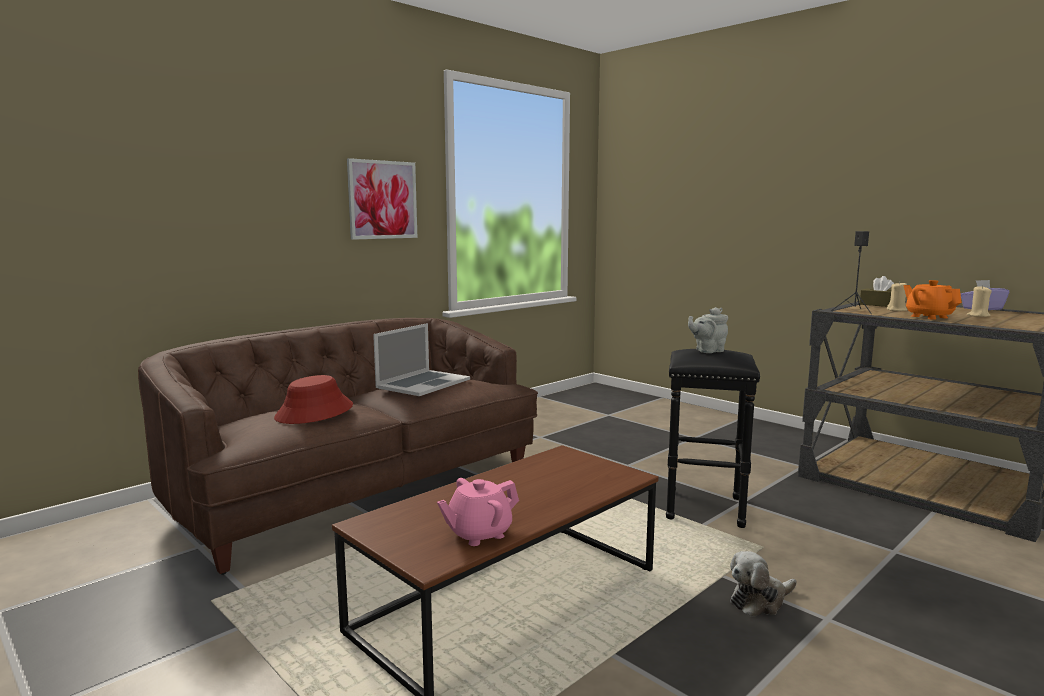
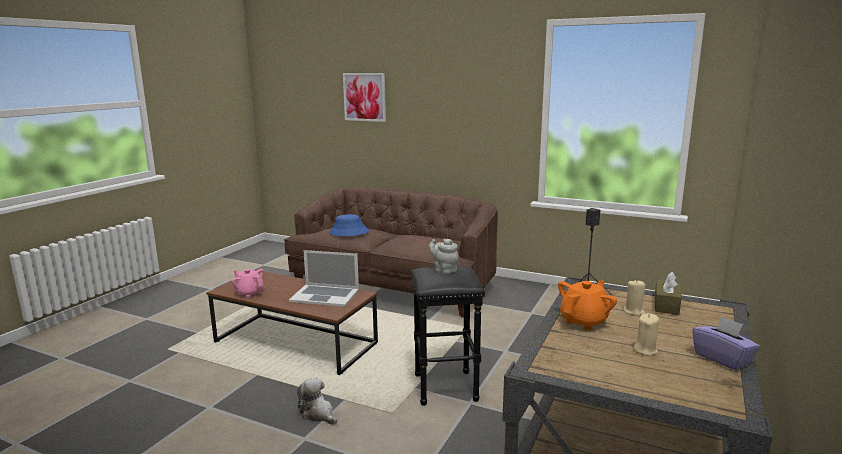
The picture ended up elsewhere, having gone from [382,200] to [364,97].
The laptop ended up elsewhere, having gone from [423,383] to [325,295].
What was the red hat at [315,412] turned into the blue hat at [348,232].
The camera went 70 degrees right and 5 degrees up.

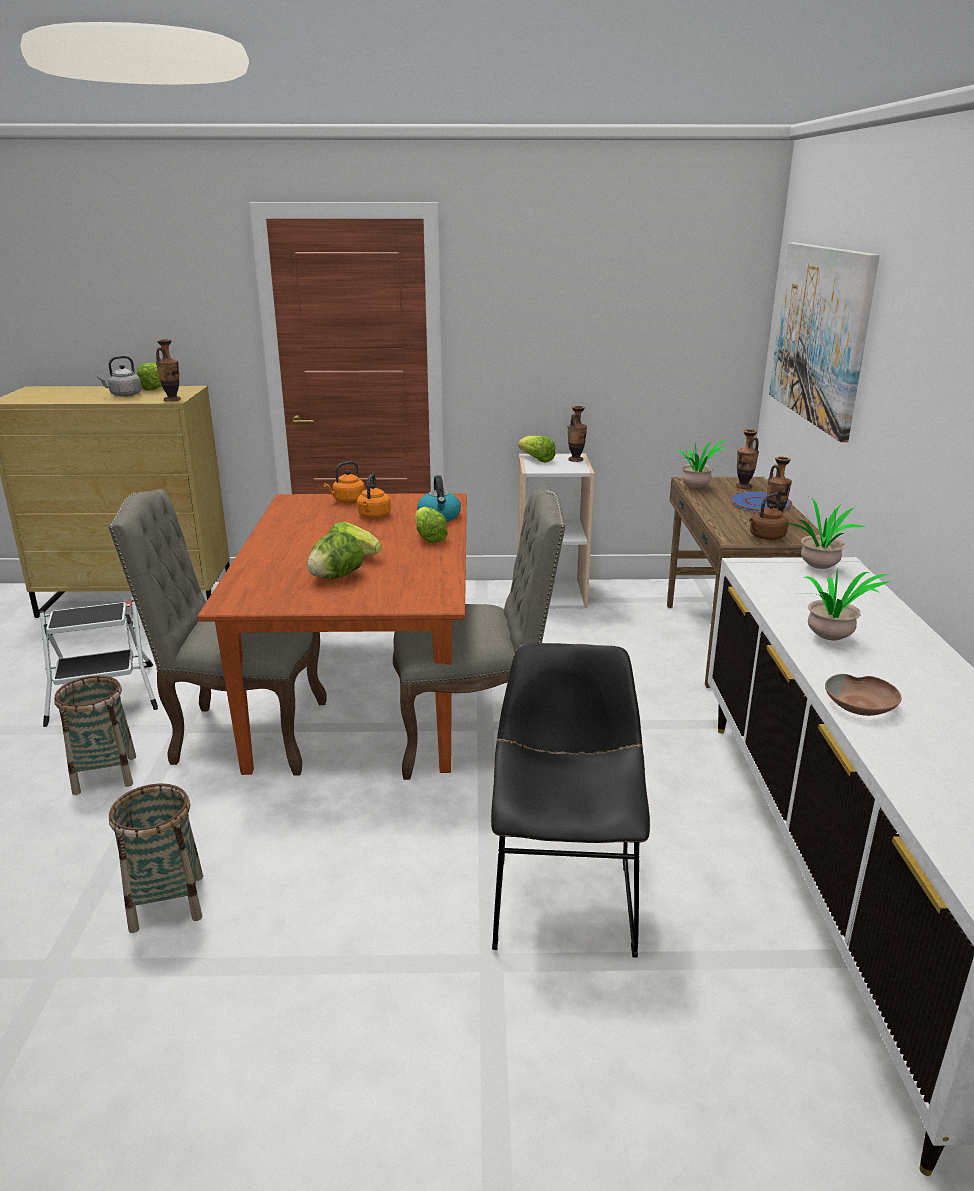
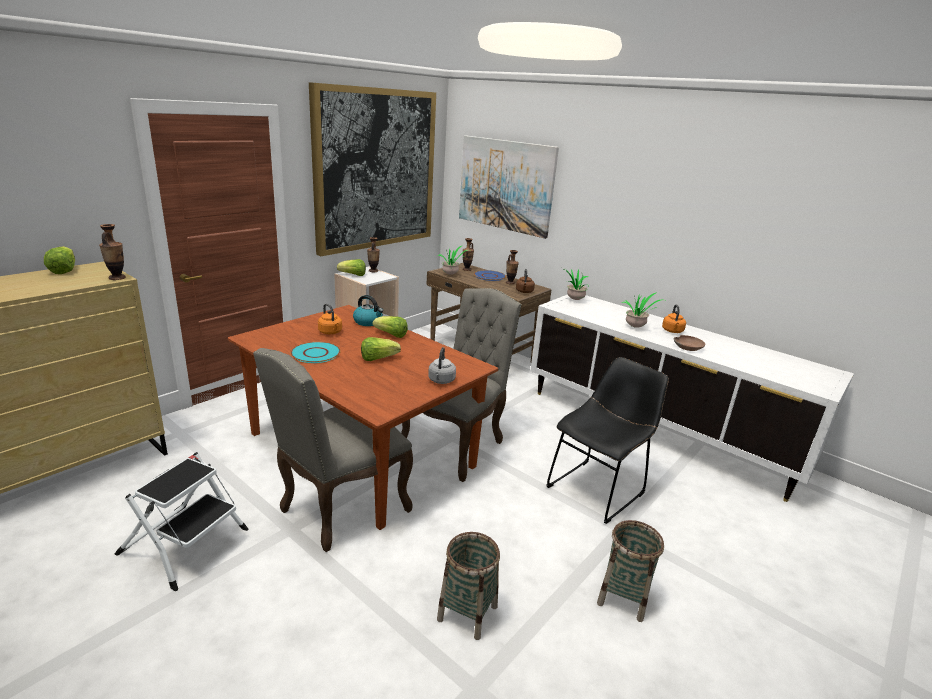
The second view lost the lettuce at [336,577].
The second view gained the turquoise plate at [315,353].
The second view gained the picture at [375,170].
The basket ended up elsewhere, having gone from [105,774] to [623,597].
The grey kettle ended up elsewhere, having gone from [124,395] to [441,381].
The orange kettle ended up elsewhere, having gone from [347,500] to [672,331].
The black chair at [563,895] ended up facing another way, 90 degrees clockwise from before.
The camera went 50 degrees left and 0 degrees up.

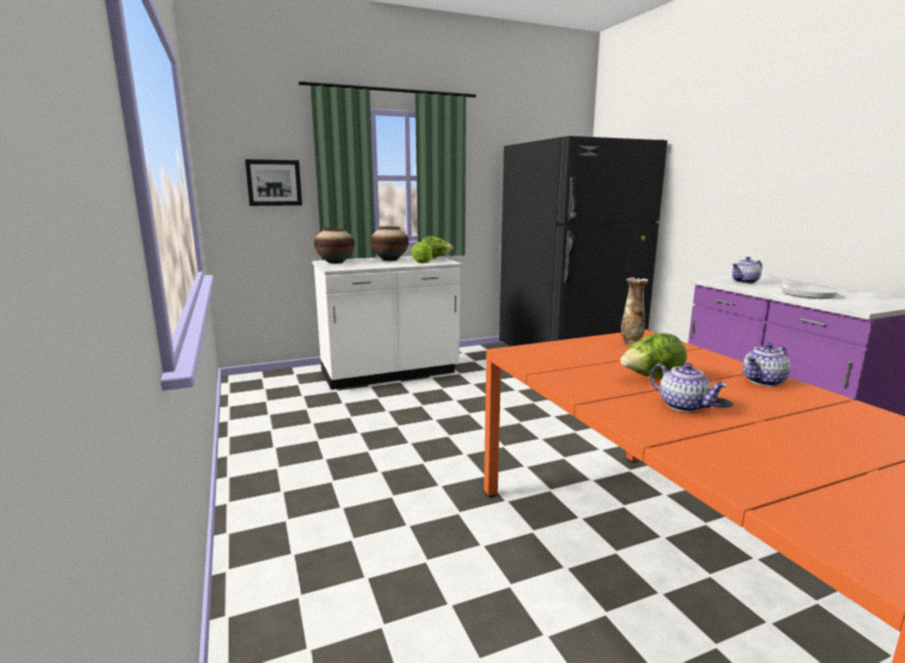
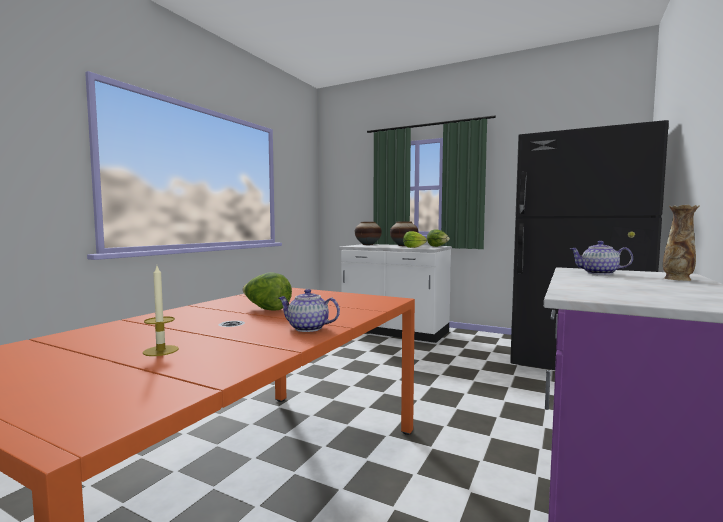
The second view lost the picture at [274,183].
The second view lost the teapot at [684,406].
The second view lost the frying pan at [804,293].
The second view gained the candle at [160,351].
The vase ended up elsewhere, having gone from [631,342] to [677,279].
The camera went 50 degrees right and 10 degrees down.

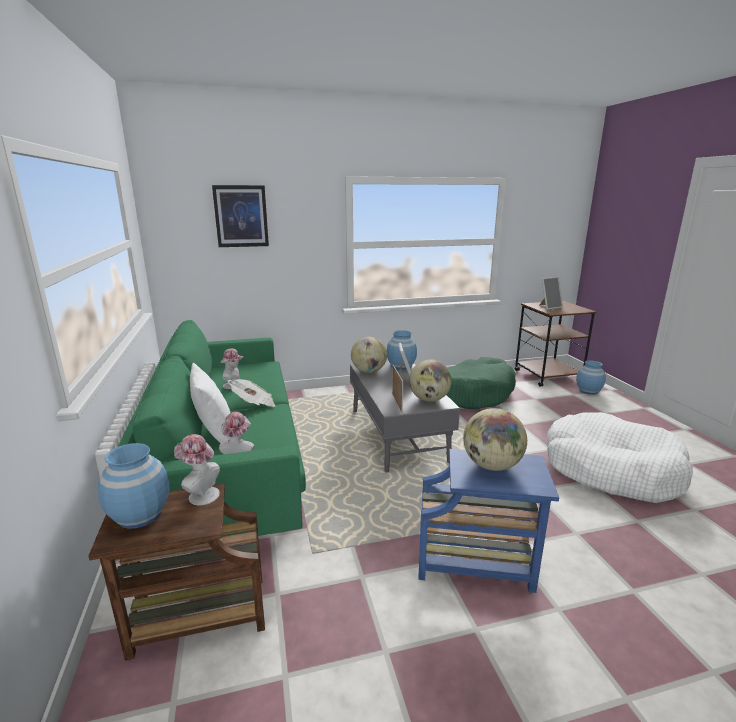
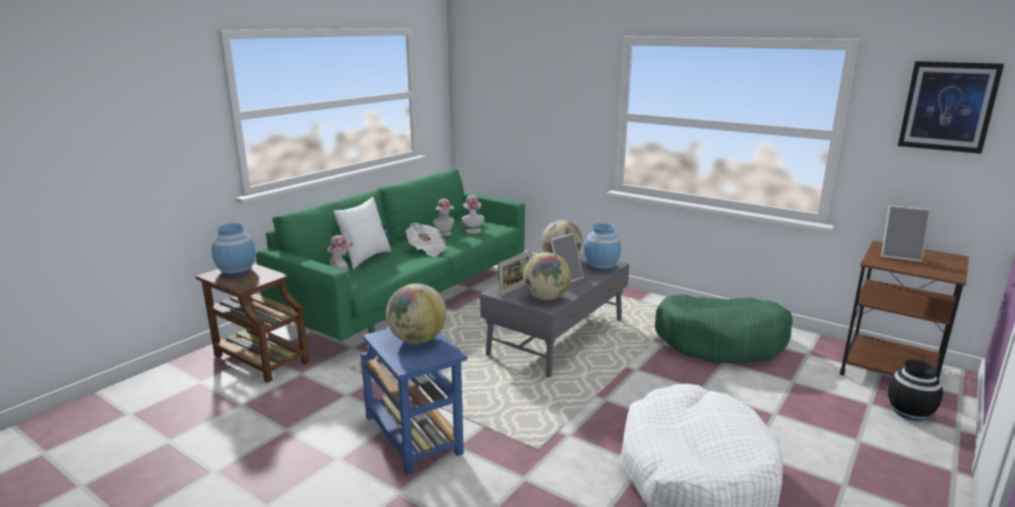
The hat ended up elsewhere, having gone from [200,495] to [472,230].
The picture ended up elsewhere, having gone from [241,216] to [948,106].
What was the blue vase at [588,391] turned into the black vase at [909,412].
The camera went 50 degrees right and 0 degrees up.

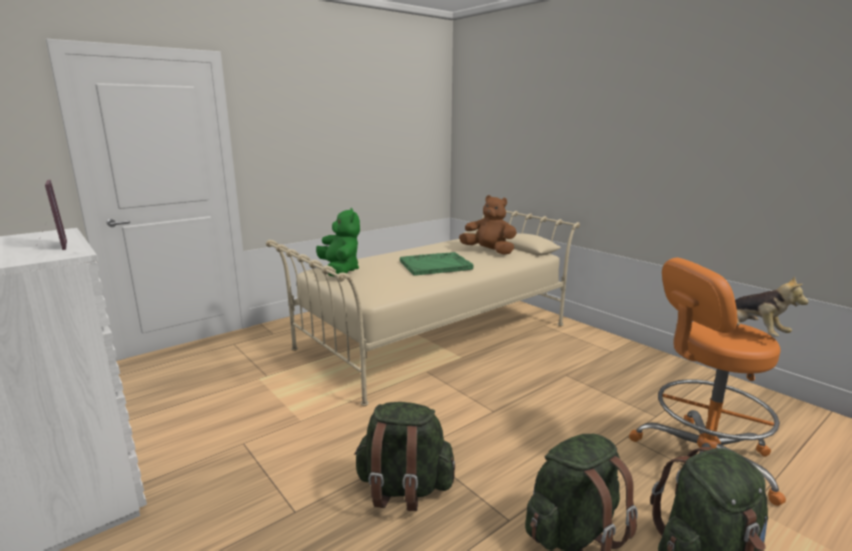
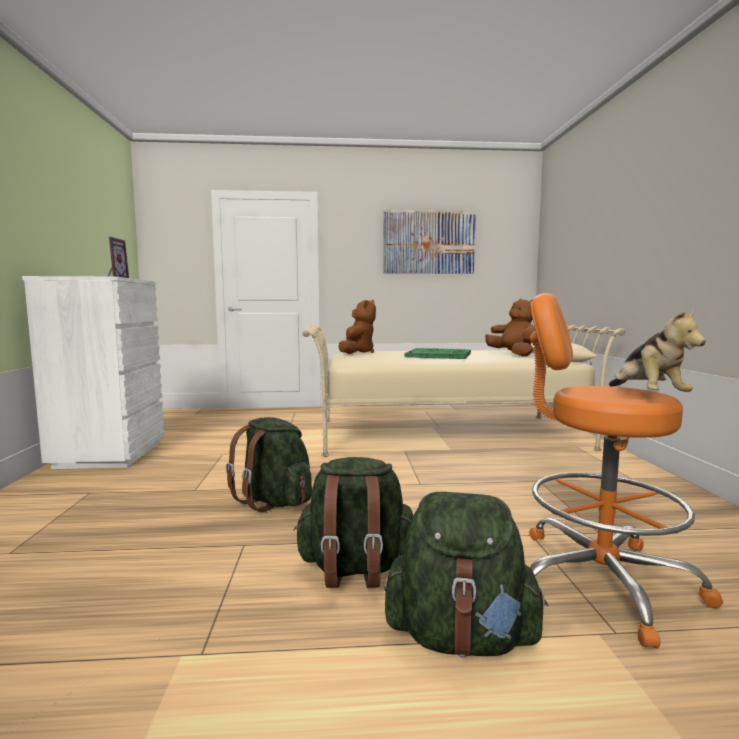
The second view gained the picture at [428,242].
What was the green plush toy at [340,271] turned into the brown plush toy at [357,352].
The camera went 35 degrees right and 10 degrees down.

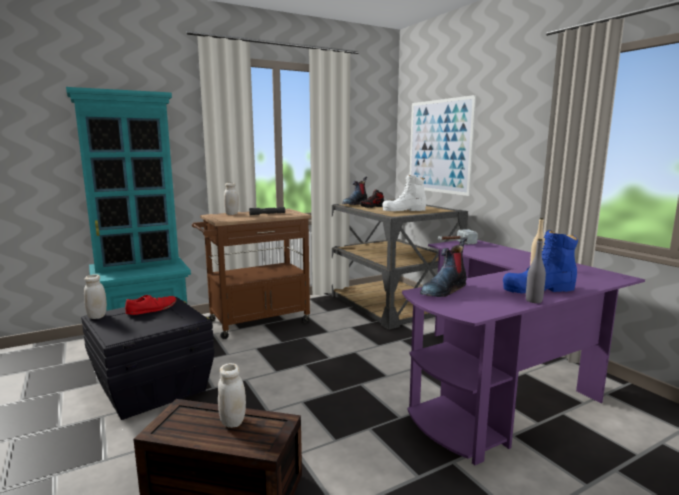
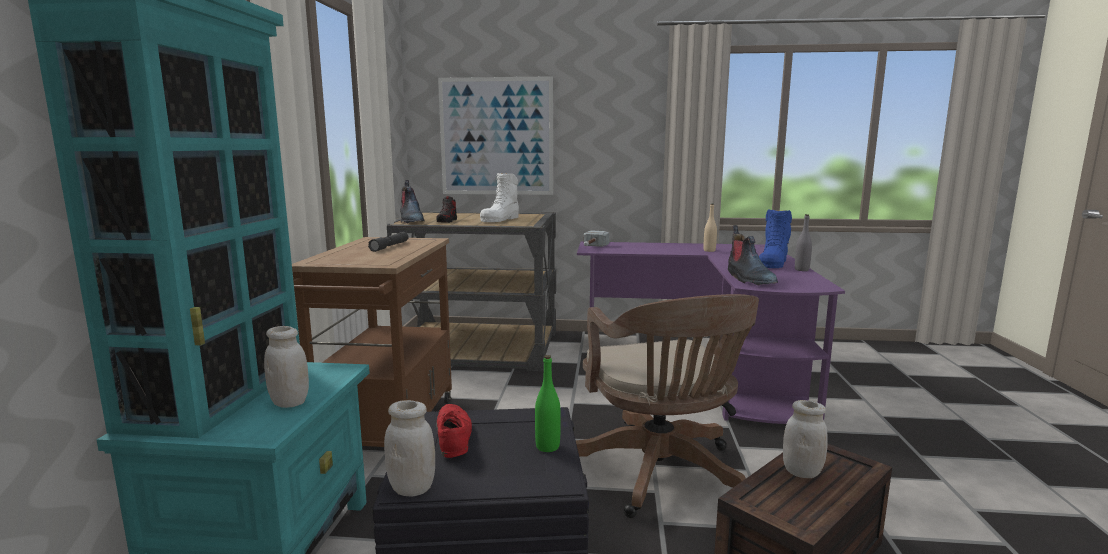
The second view gained the green bottle at [547,447].
The second view gained the brown office chair at [661,475].
The white jar ended up elsewhere, having gone from [232,214] to [289,402].
The camera went 55 degrees left and 0 degrees up.

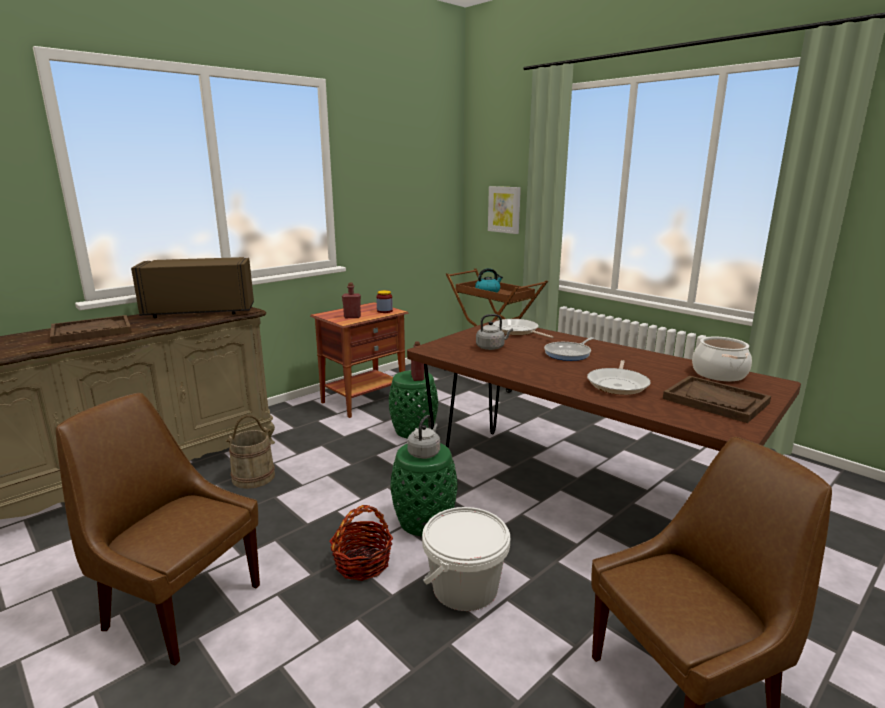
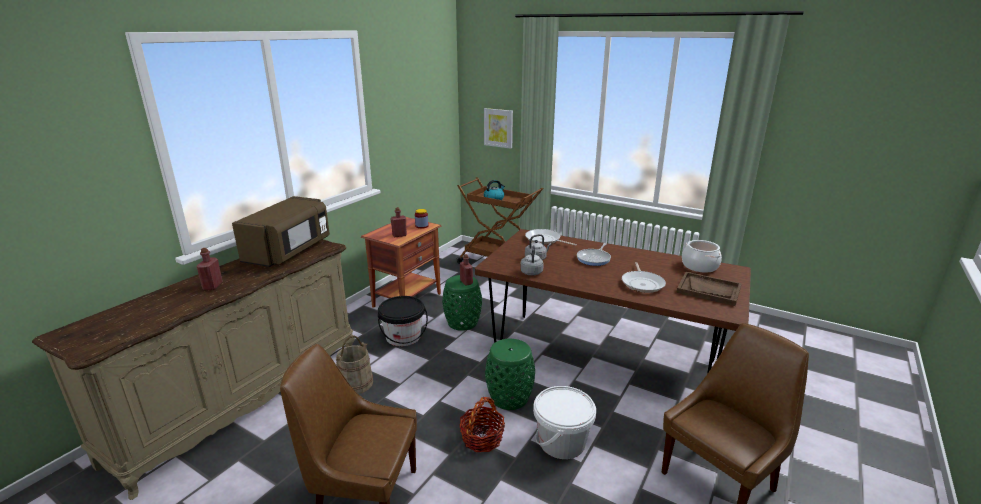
The second view gained the black bucket at [403,337].
The grey kettle ended up elsewhere, having gone from [424,453] to [531,272].
Where the brown tray stood at [91,331], the red bottle came to stand at [213,286].
The brown microwave at [201,311] ended up facing another way, 135 degrees clockwise from before.
The camera went 15 degrees left and 5 degrees up.

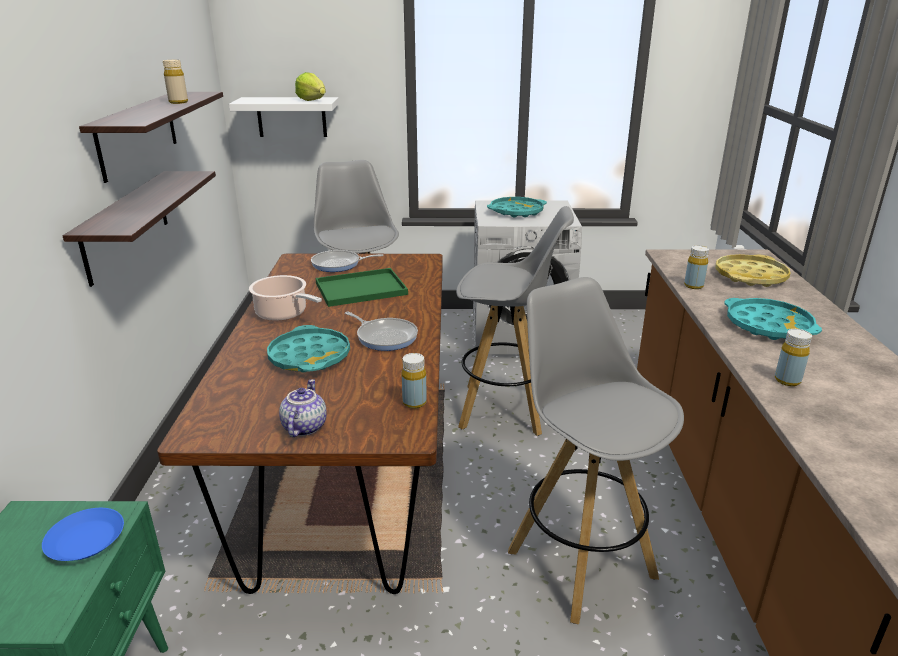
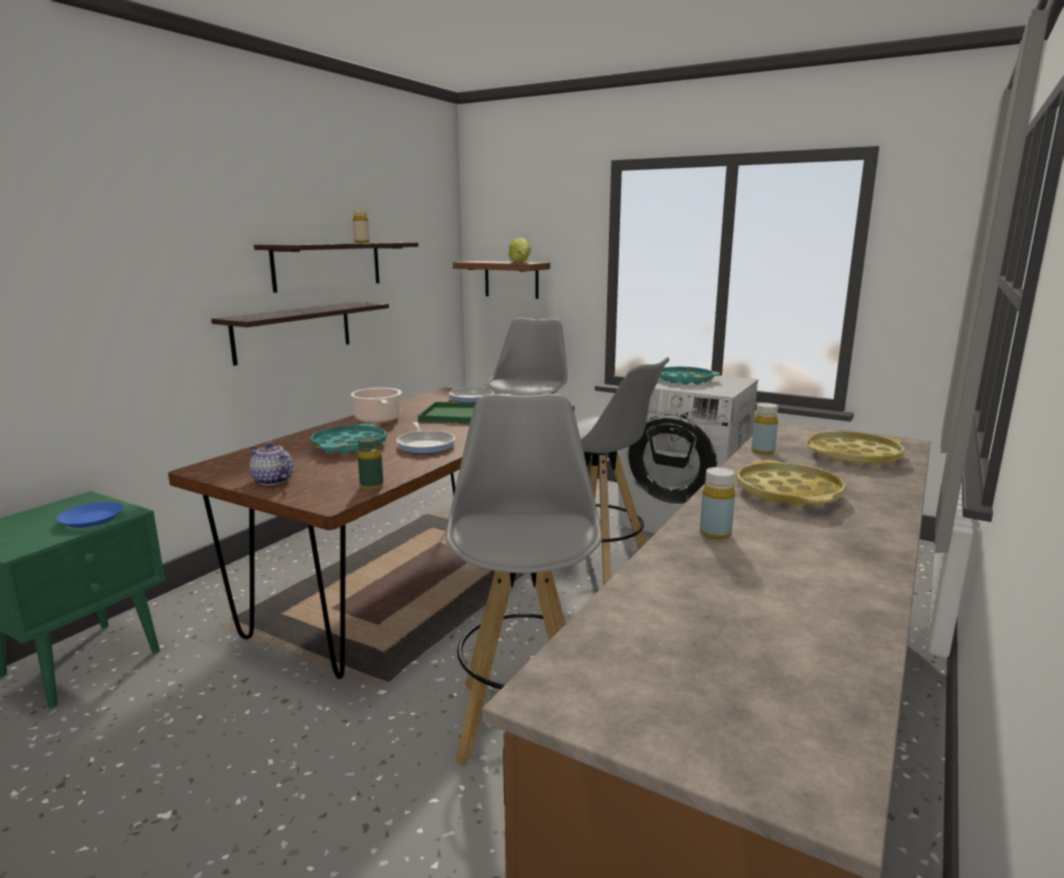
What was the white shelf at [291,117] turned into the brown shelf at [511,279].
What was the yellow bottle at [414,402] turned into the green bottle at [371,486].
What was the turquoise tray at [768,325] turned into the yellow tray at [788,493].
The teapot at [303,427] ended up facing another way, 90 degrees counterclockwise from before.
The camera went 30 degrees right and 10 degrees down.

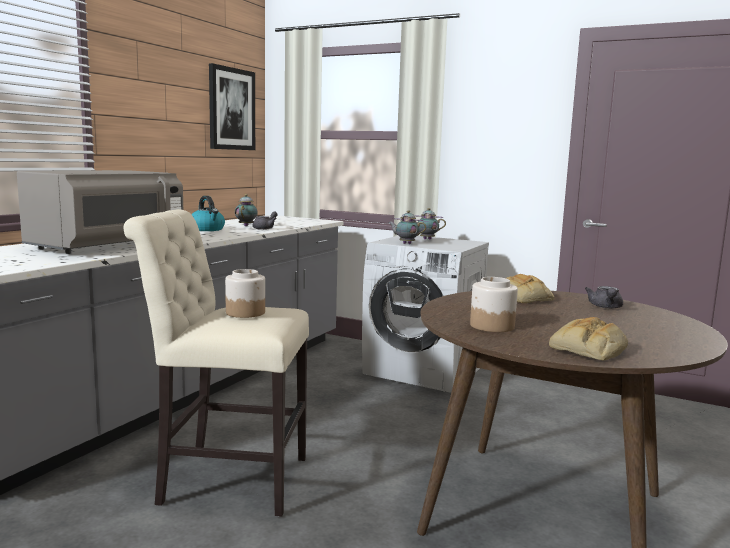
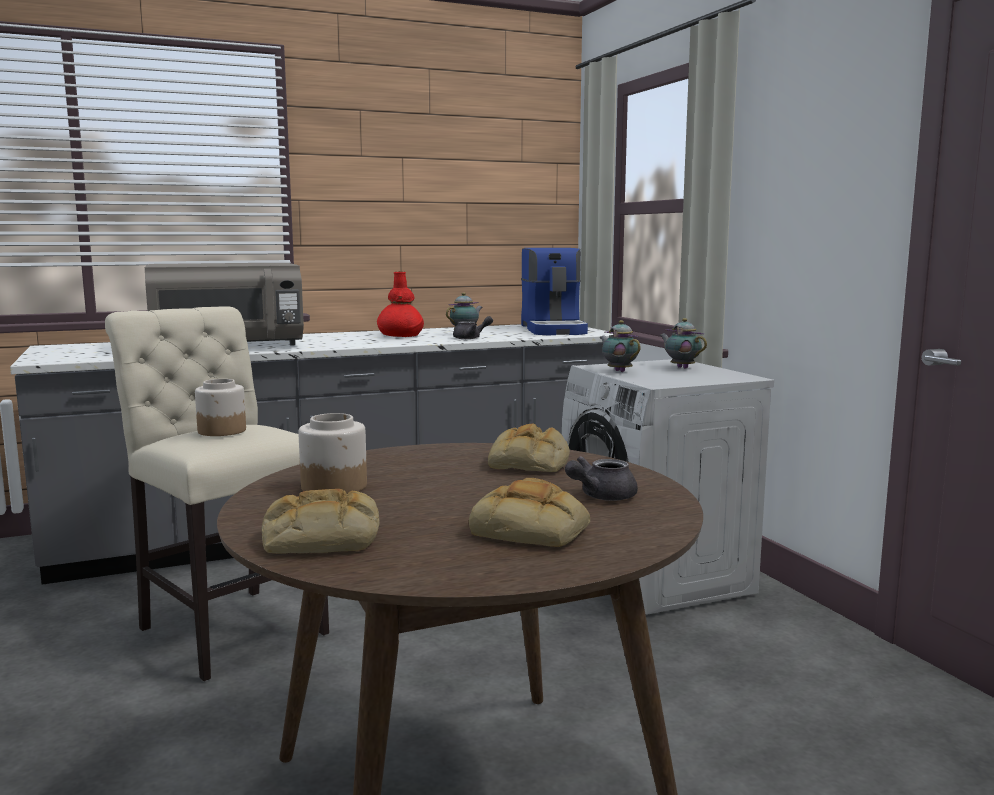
The second view lost the picture at [231,109].
The second view gained the bread at [533,529].
The second view gained the coffee machine at [554,329].
Where the kettle stood at [207,229], the red vase came to stand at [401,335].
The camera went 40 degrees right and 0 degrees up.

